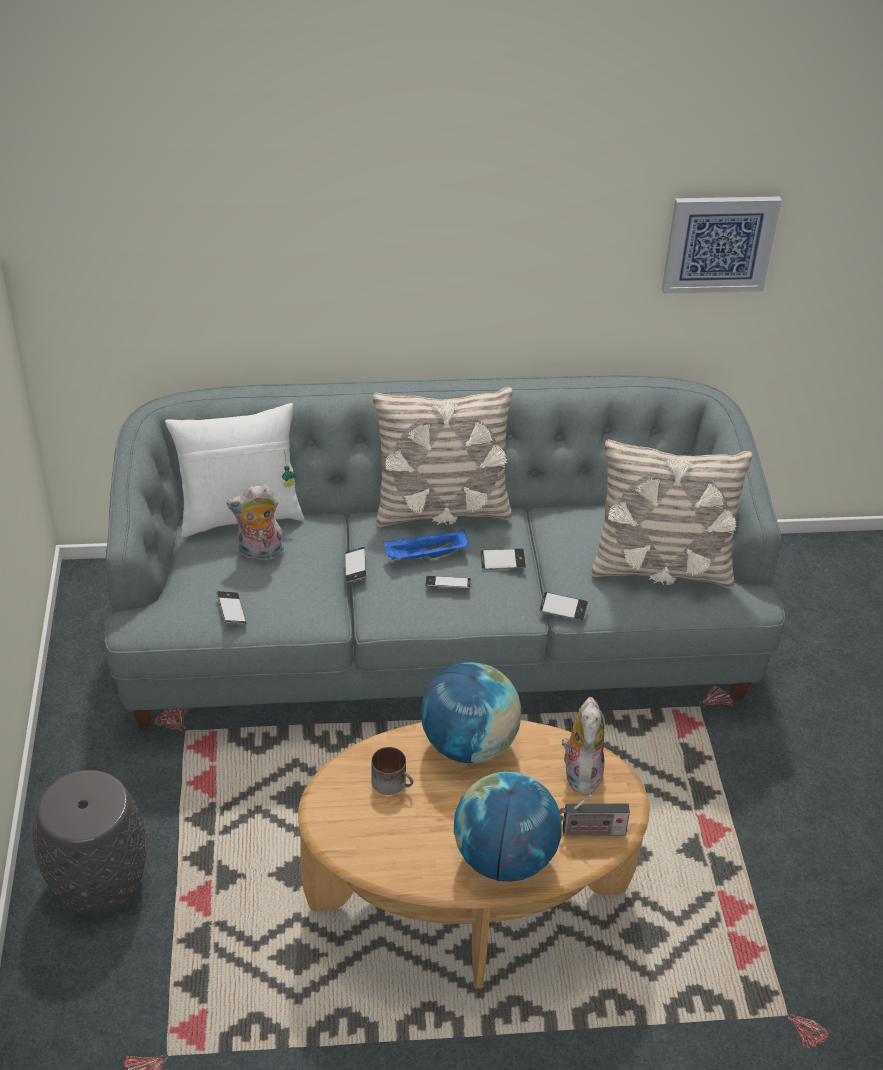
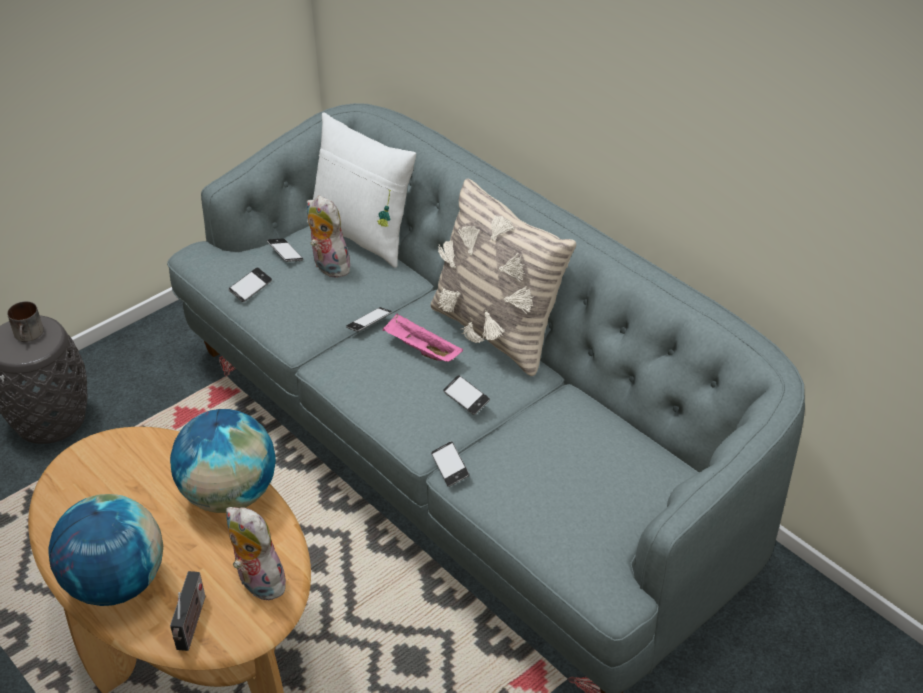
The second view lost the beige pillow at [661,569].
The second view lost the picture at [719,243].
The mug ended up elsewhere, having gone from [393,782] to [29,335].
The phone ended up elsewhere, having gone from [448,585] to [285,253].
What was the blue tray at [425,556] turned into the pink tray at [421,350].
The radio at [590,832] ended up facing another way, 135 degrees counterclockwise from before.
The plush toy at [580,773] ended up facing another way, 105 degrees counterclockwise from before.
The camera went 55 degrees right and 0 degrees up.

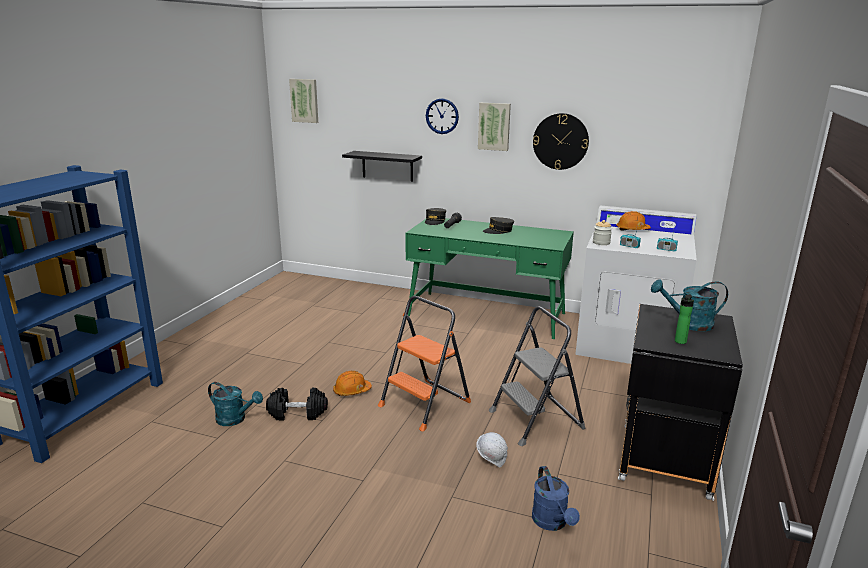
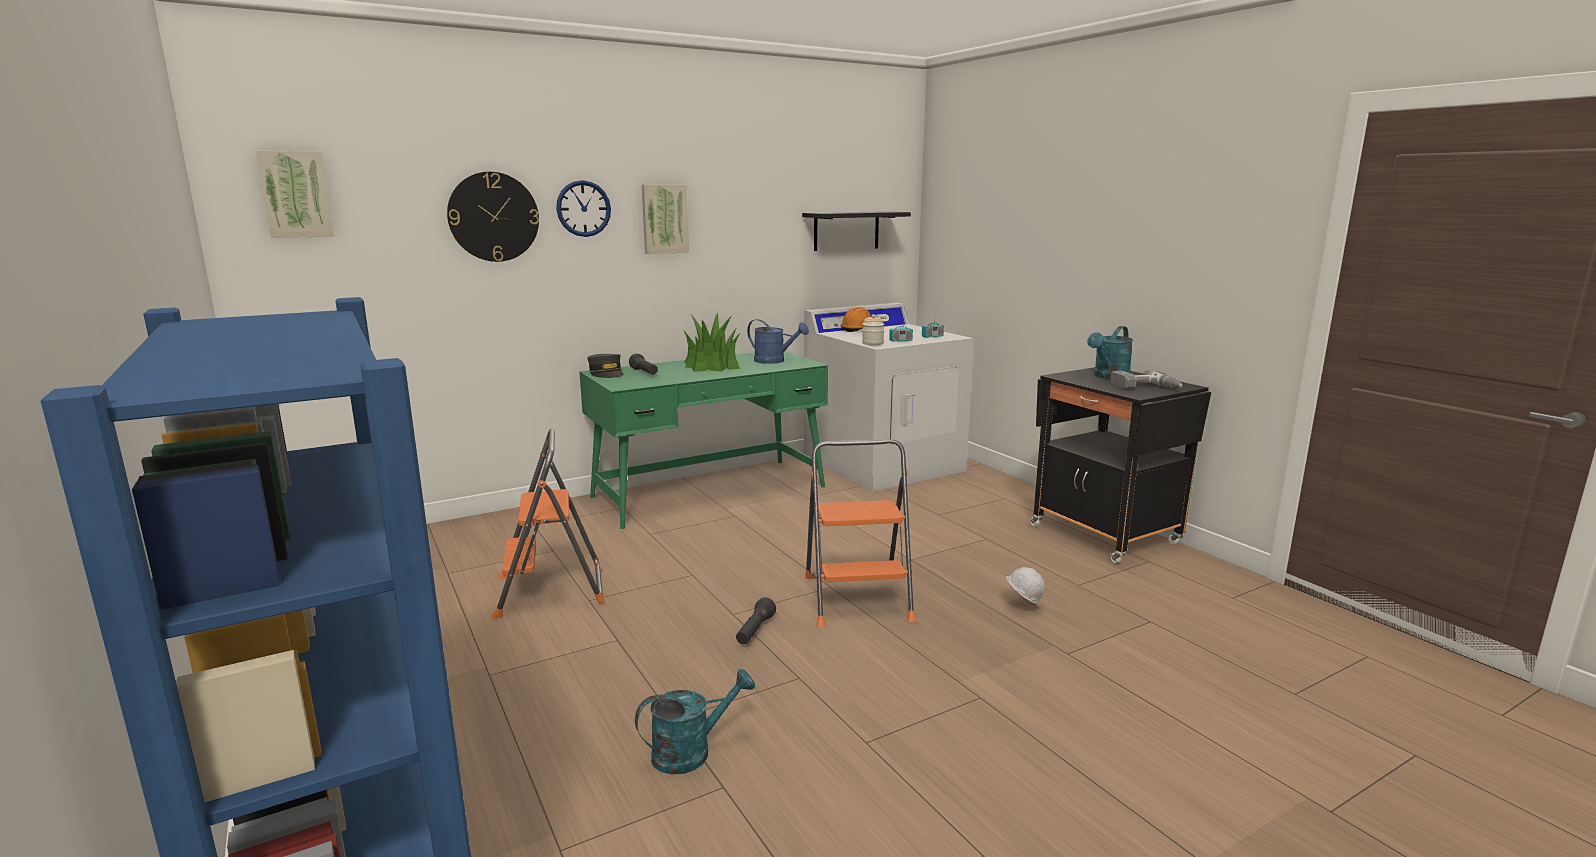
The second view lost the black dumbbell at [298,413].
The second view lost the grey step ladder at [539,419].
The second view gained the orange step ladder at [555,589].
The black shelf ended up elsewhere, having gone from [387,166] to [846,231].
The blue watering can ended up elsewhere, having gone from [552,523] to [775,361].
The wall clock ended up elsewhere, having gone from [560,141] to [493,217].
Where the orange hard hat stood at [352,391], the black flashlight came to stand at [755,631].
Where the grey cap stood at [498,231], the potted plant came to stand at [712,365].
Where the bottle stood at [680,342], the power drill came to stand at [1145,388].
The camera went 50 degrees left and 5 degrees down.

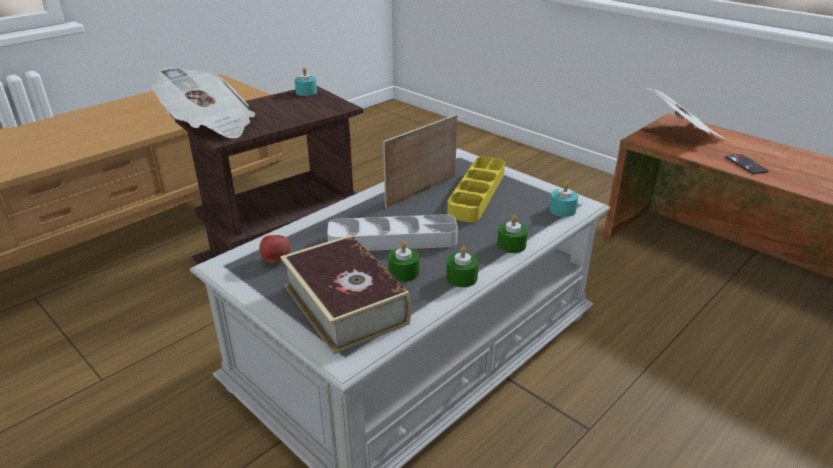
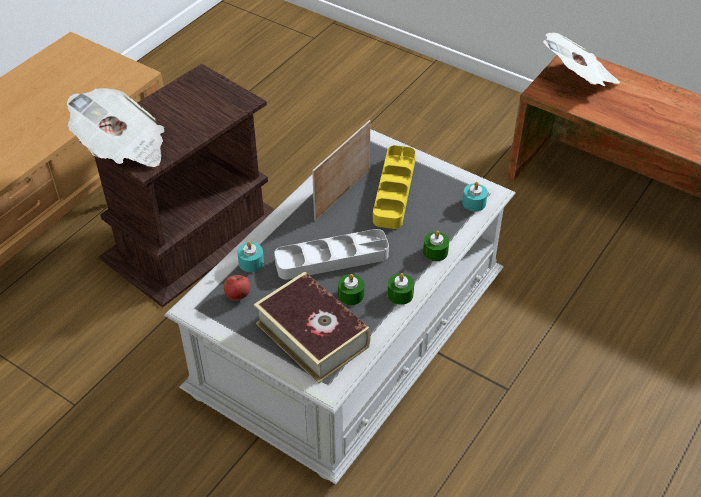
The second view lost the phone at [746,164].
The turquoise candle ended up elsewhere, having gone from [306,92] to [251,262].
The camera went 10 degrees left and 15 degrees up.

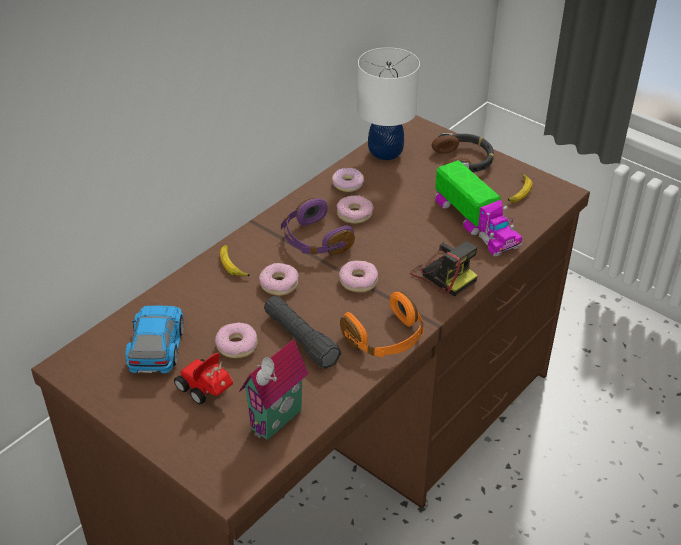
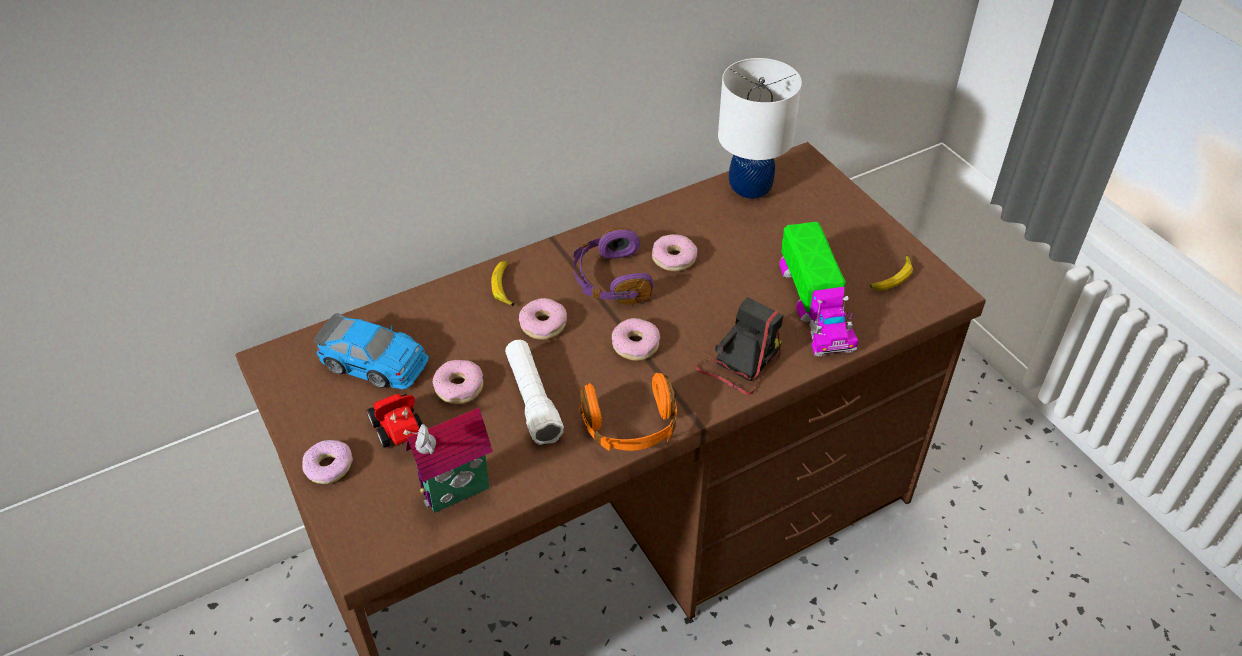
The second view lost the headphones at [464,161].
The donut ended up elsewhere, having gone from [347,184] to [328,467].
What was the black flashlight at [300,339] turned into the white flashlight at [532,400].
The toy car at [157,345] ended up facing another way, 90 degrees clockwise from before.
The photo camera at [443,274] ended up facing another way, 120 degrees counterclockwise from before.
The camera went 20 degrees right and 5 degrees up.

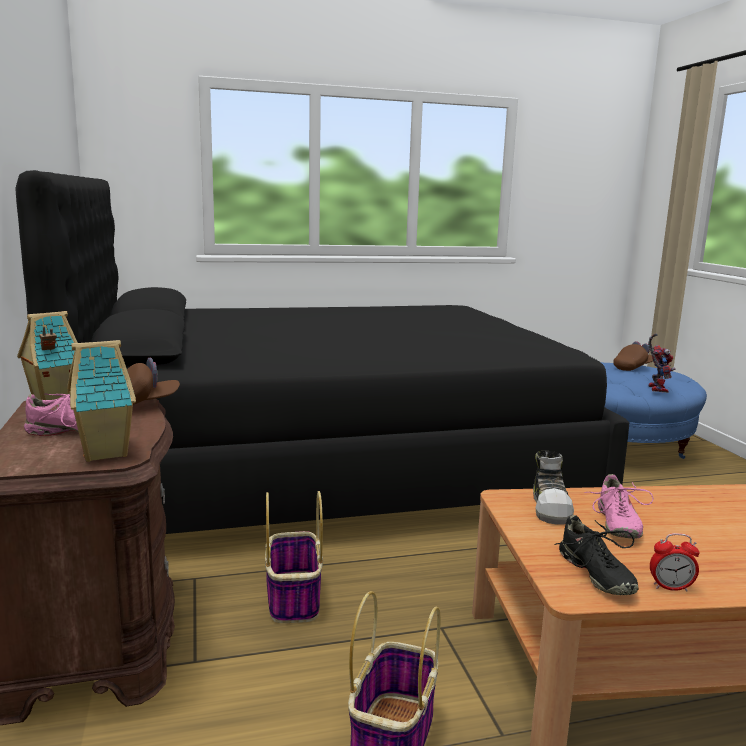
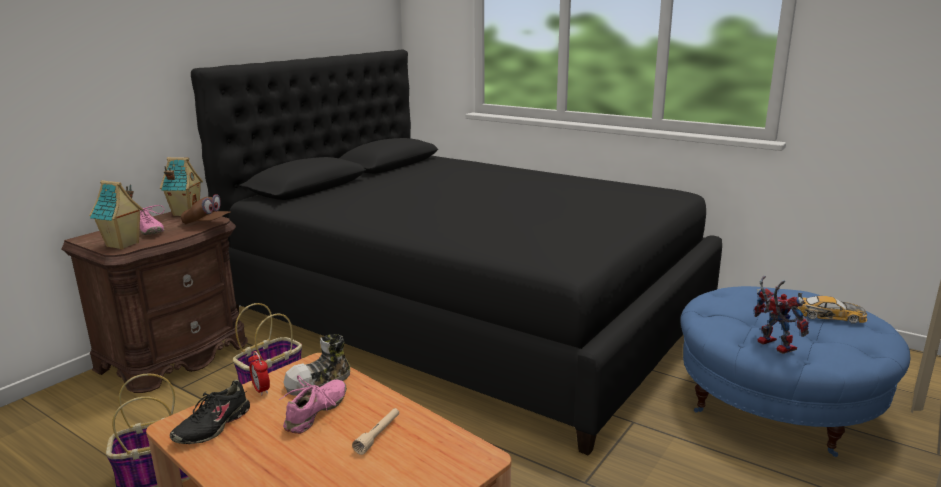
The second view gained the beige flashlight at [378,435].
The alarm clock ended up elsewhere, having gone from [670,587] to [261,390].
Where the brown cap stood at [632,367], the toy car came to stand at [829,315].
The pink shoe at [616,523] ended up facing another way, 150 degrees clockwise from before.
The toy robot at [655,388] ended up facing another way, 90 degrees counterclockwise from before.
The camera went 50 degrees right and 5 degrees up.

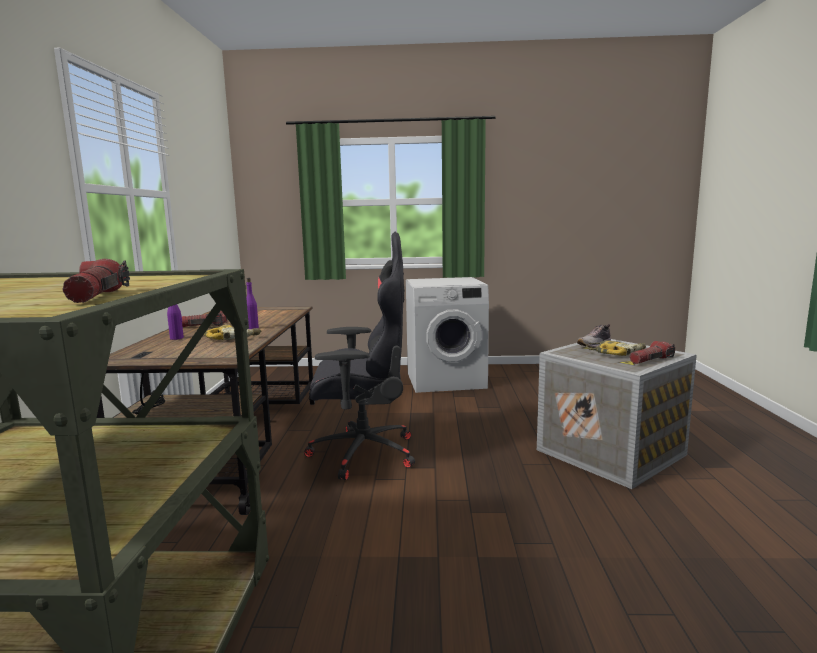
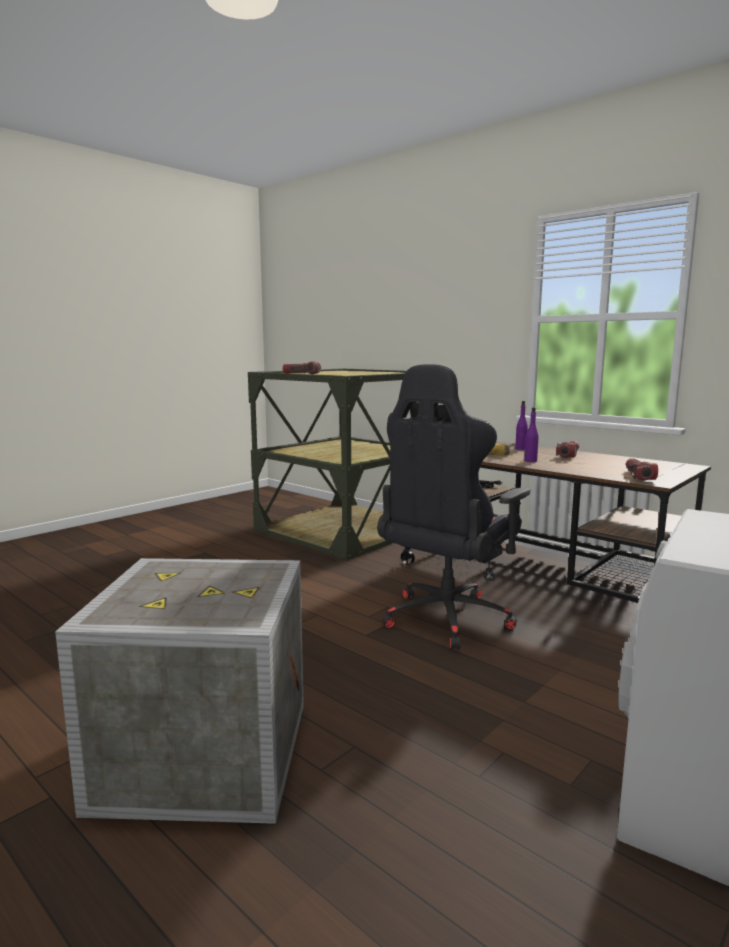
The second view lost the shoe at [595,345].
The second view lost the power drill at [616,353].
The flashlight ended up elsewhere, having gone from [651,360] to [638,476].
The camera went 130 degrees right and 0 degrees up.

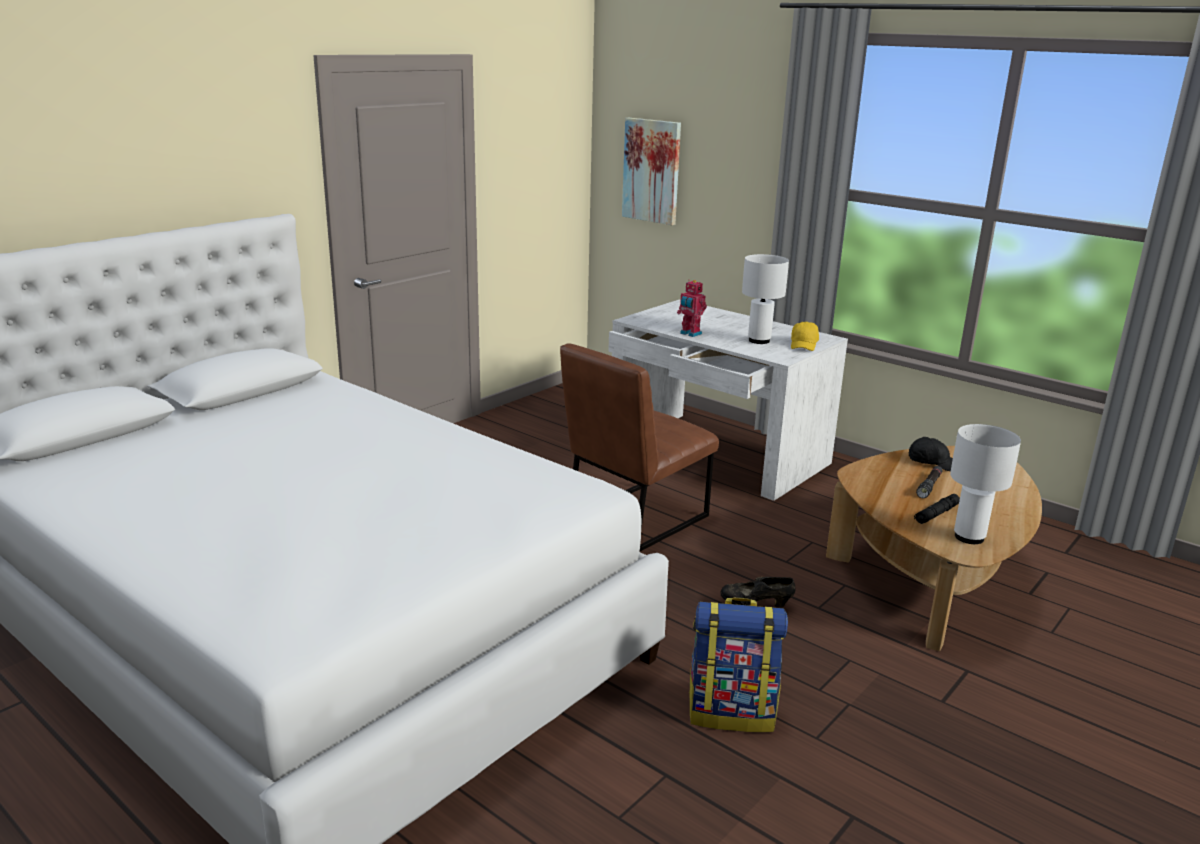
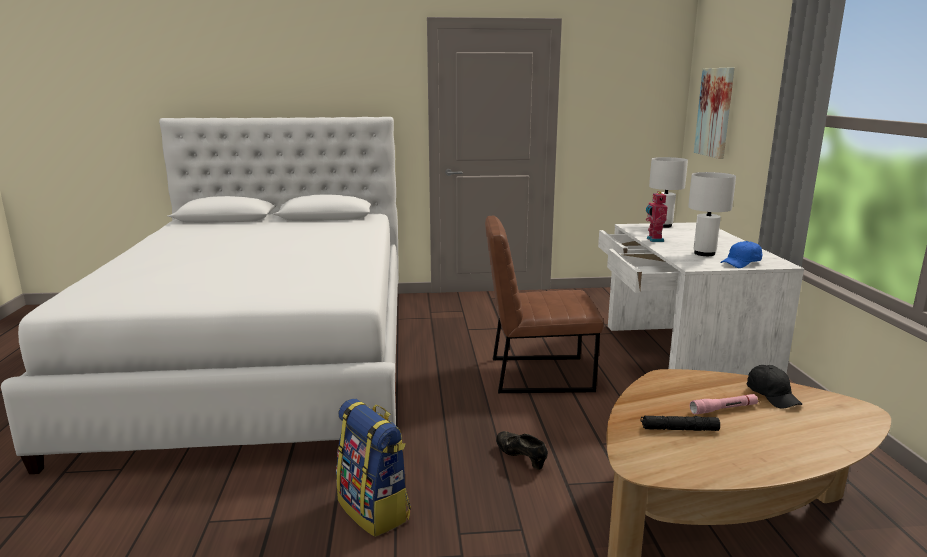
The white table lamp ended up elsewhere, having gone from [969,537] to [663,226].
What was the yellow cap at [803,345] turned into the blue cap at [741,263].
What was the black flashlight at [929,486] turned into the pink flashlight at [723,409].
The camera went 45 degrees right and 5 degrees down.

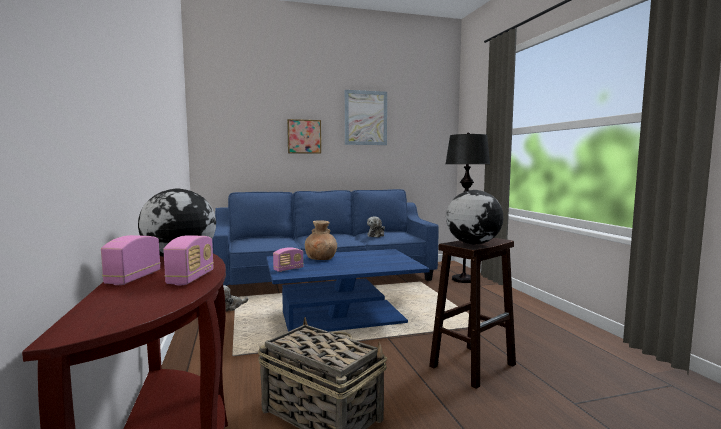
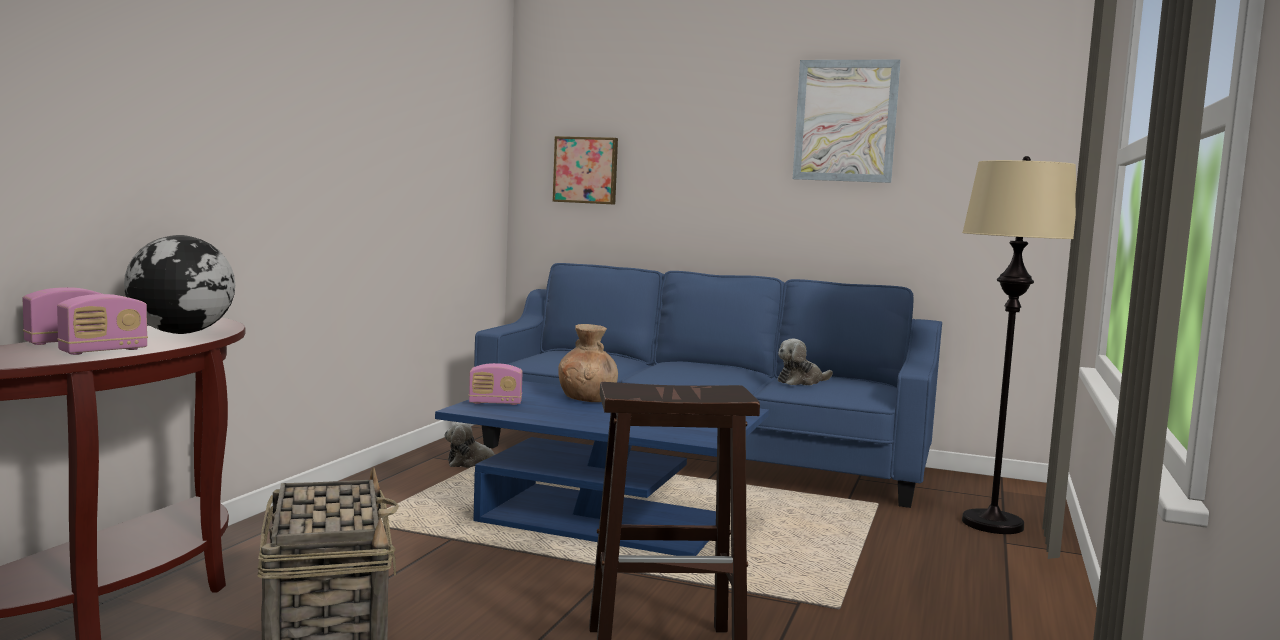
The second view lost the globe at [472,243].
The picture ended up elsewhere, having gone from [304,136] to [586,170].
What was the black floor lamp at [464,279] turned into the beige floor lamp at [993,524].
The camera went 35 degrees right and 0 degrees up.

